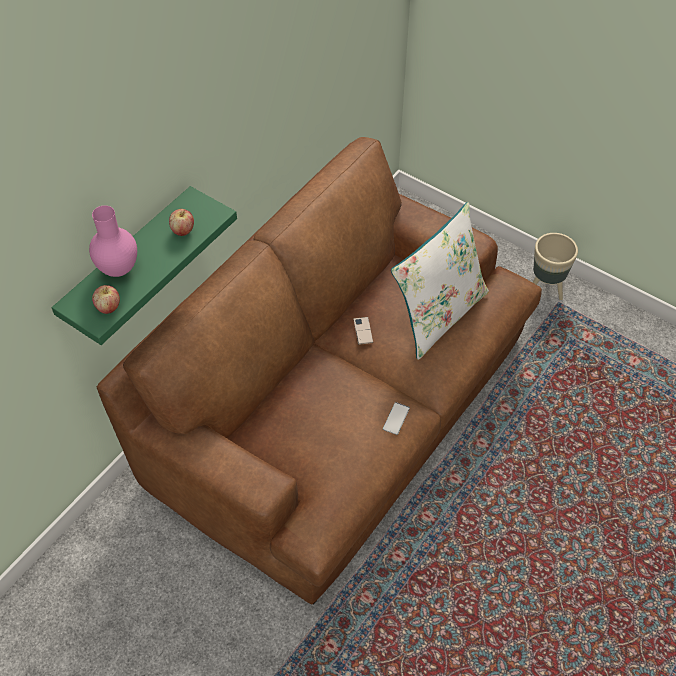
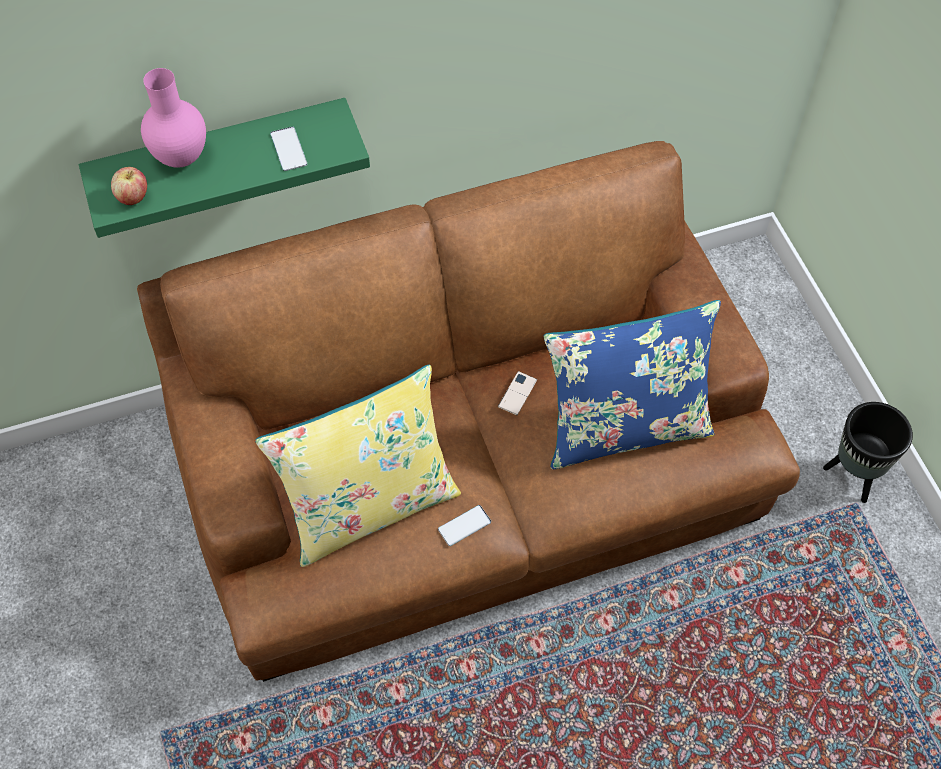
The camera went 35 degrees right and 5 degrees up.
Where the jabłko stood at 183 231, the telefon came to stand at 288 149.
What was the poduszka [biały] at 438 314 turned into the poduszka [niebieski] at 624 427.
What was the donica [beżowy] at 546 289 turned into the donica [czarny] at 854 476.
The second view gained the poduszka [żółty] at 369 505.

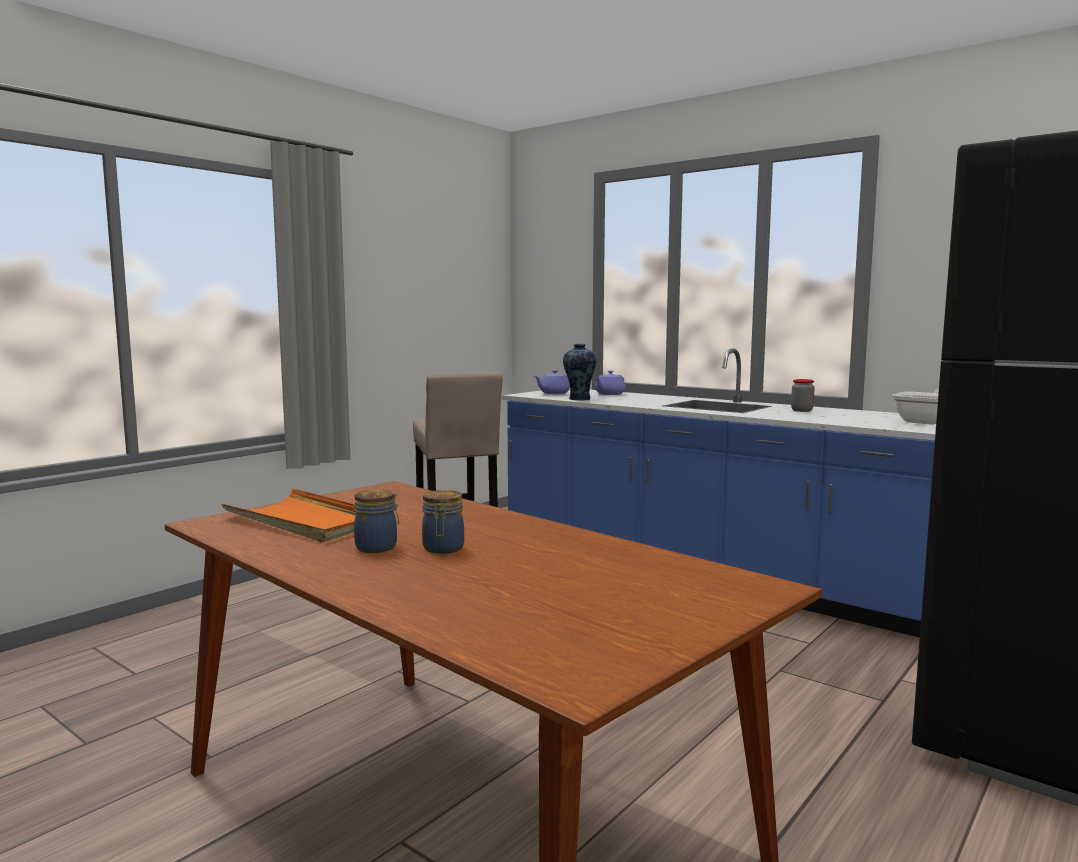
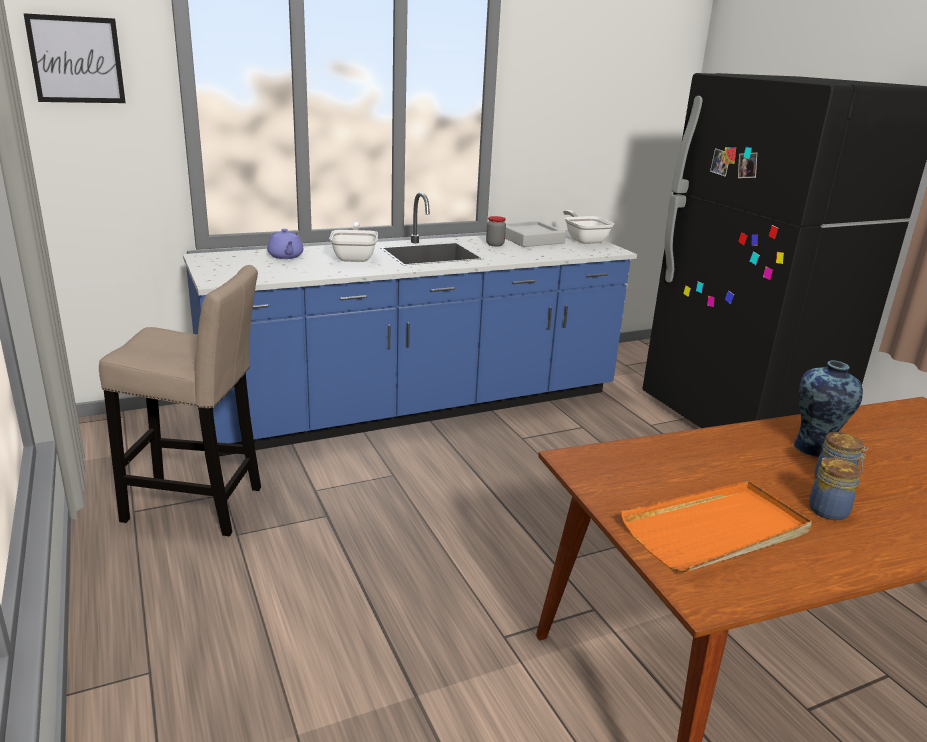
The camera went 65 degrees left and 15 degrees up.
The second view lost the imbryk [fioletowy] at 554 393.
The wazon ended up elsewhere, having gone from 579 399 to 814 449.
The second view gained the obraz at 76 60.
The second view gained the patelnia at 355 257.
The second view gained the taca [szary] at 530 239.

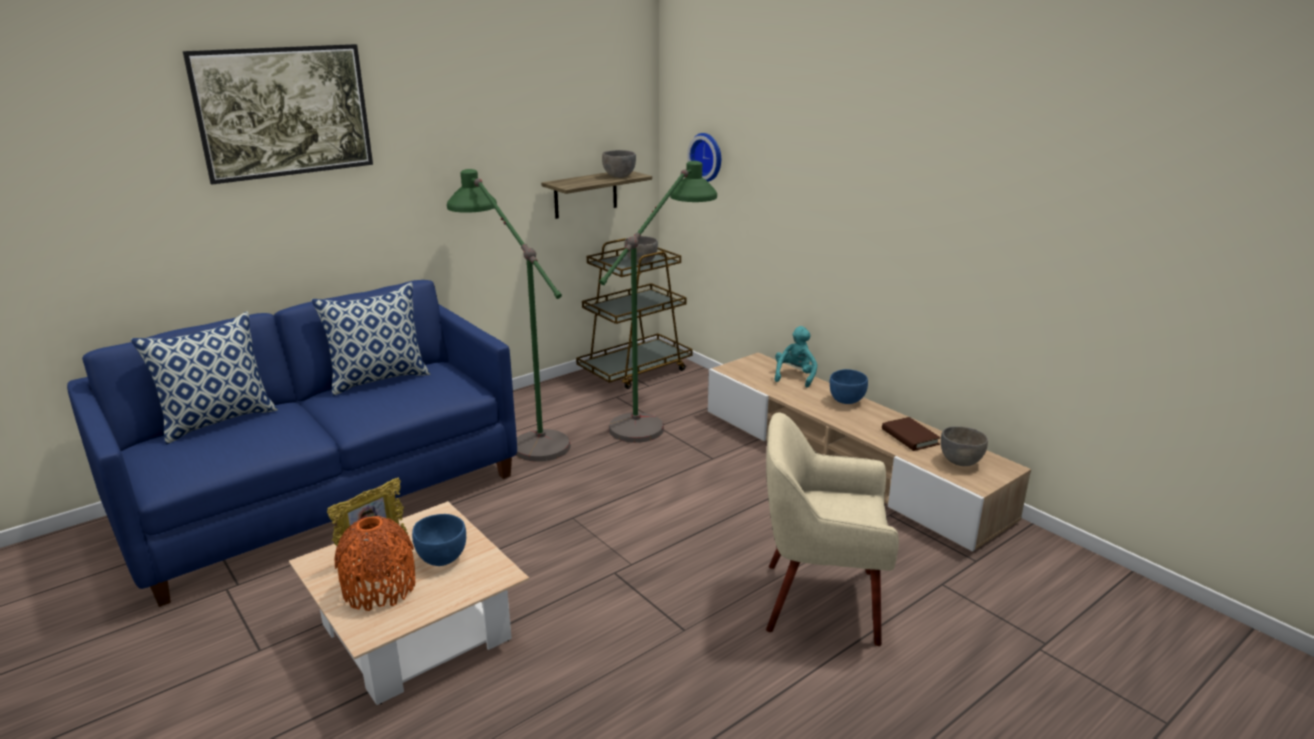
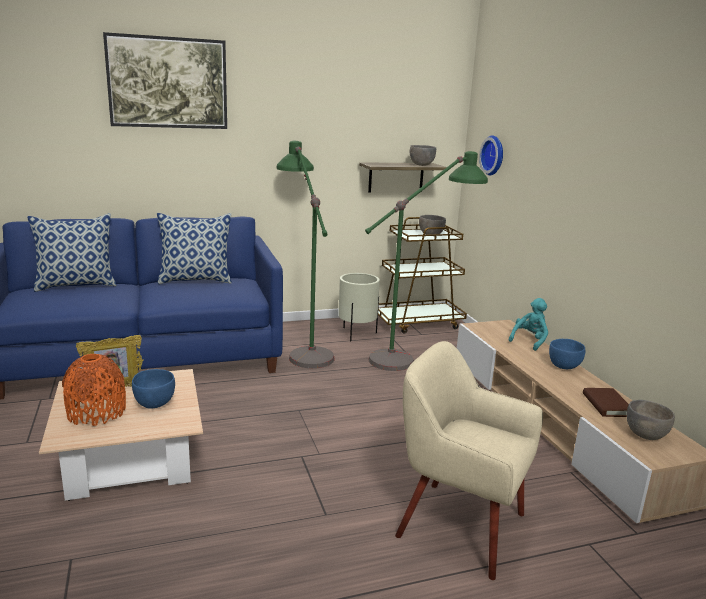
The camera went 20 degrees right and 5 degrees down.
The second view gained the donica [beżowy] at 357 334.

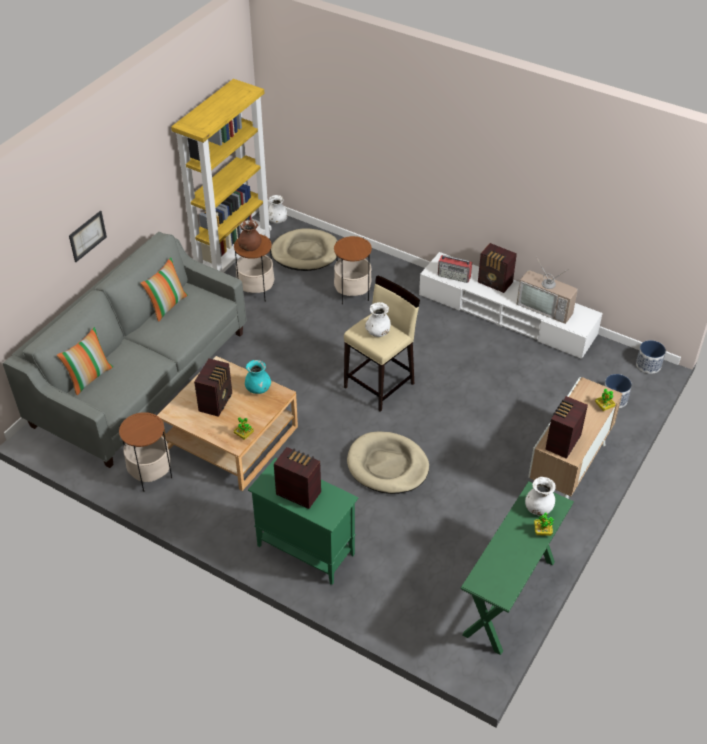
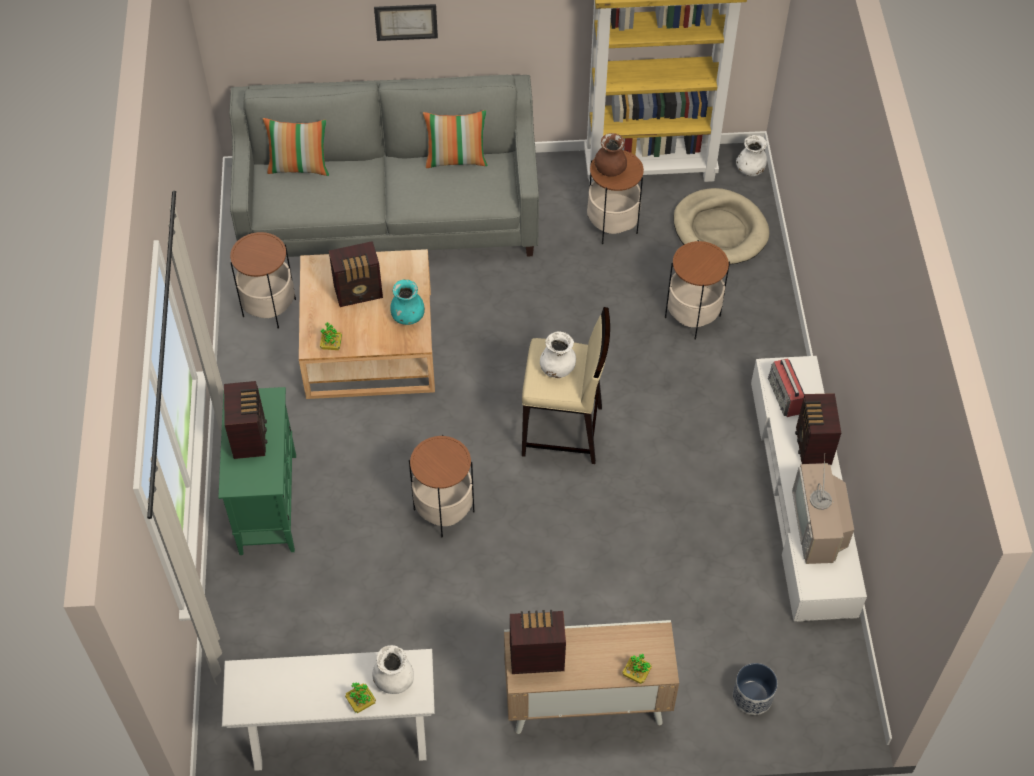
The camera went 55 degrees right and 10 degrees up.
Where the legowisko [beżowy] stood at 387 466, the stolik came to stand at 444 511.
What was the stolik konsolowy [zielony] at 509 597 turned into the stolik konsolowy [biały] at 340 738.
The second view lost the donica at 648 365.

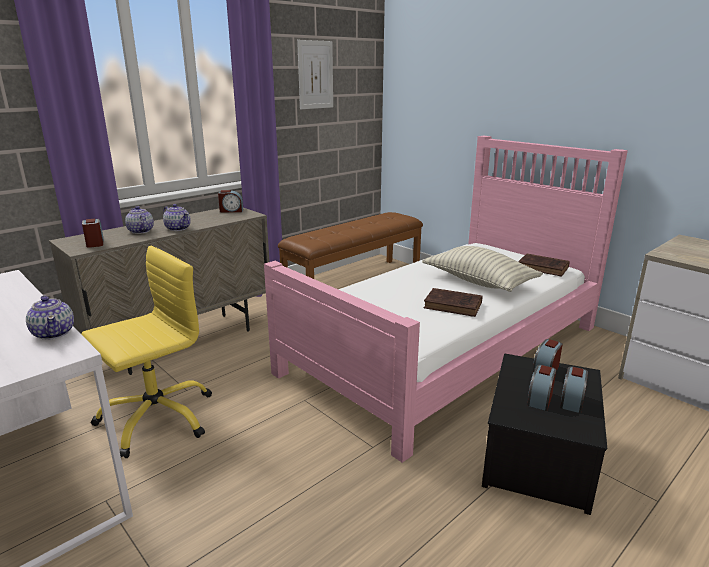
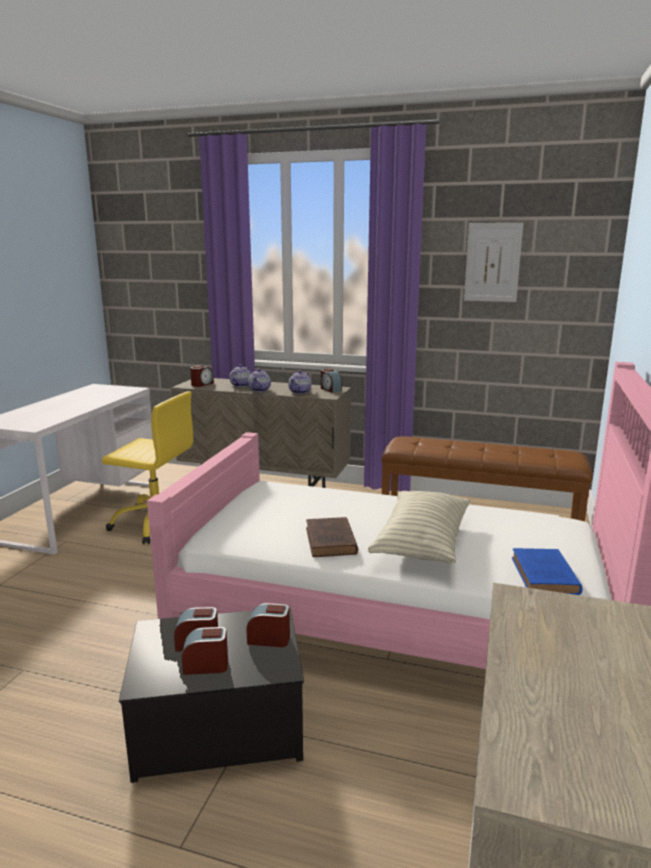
The camera went 60 degrees right and 5 degrees down.
The imbryk ended up elsewhere, having gone from 54 333 to 300 392.
What was the książka [brązowy] at 544 268 turned into the książka [niebieski] at 545 577.

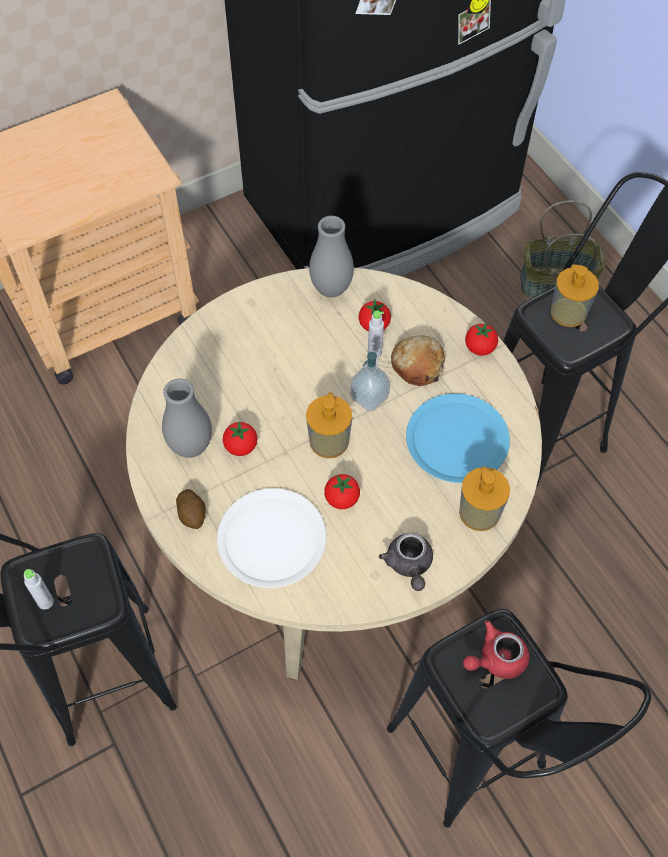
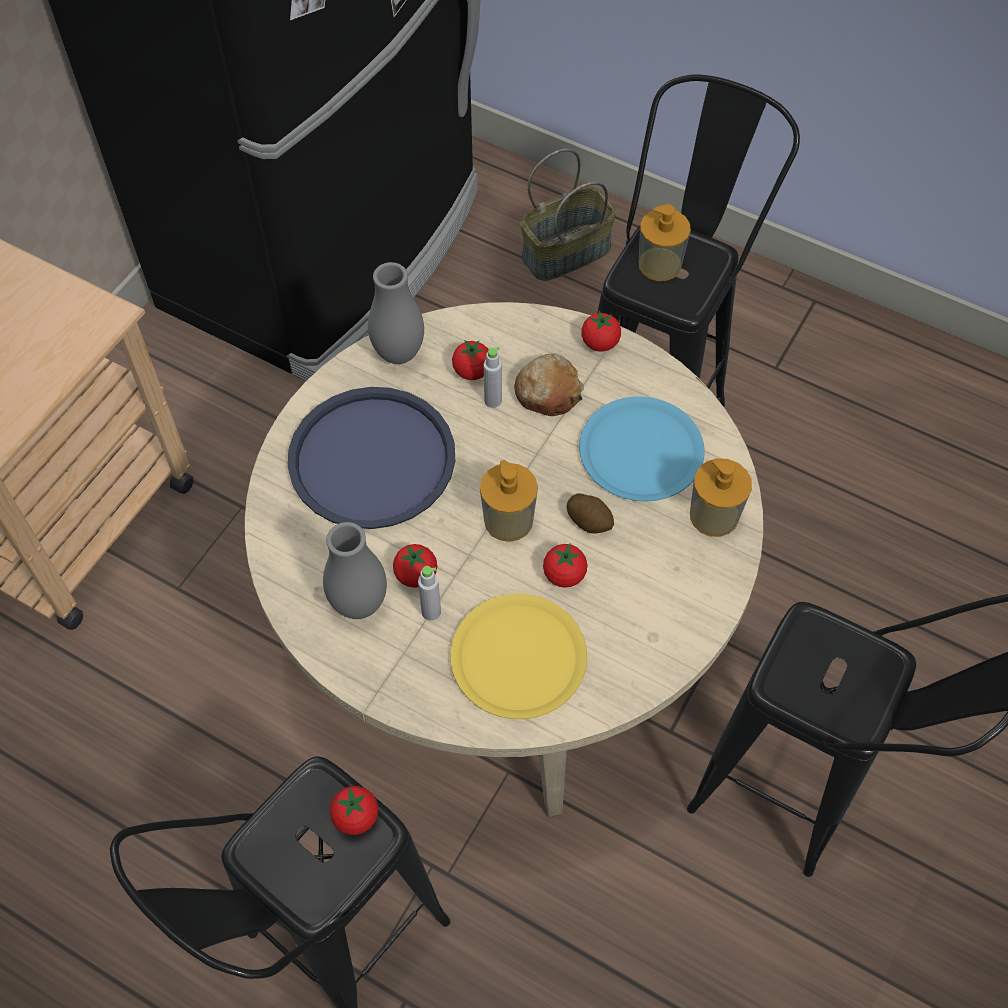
The camera went 30 degrees left and 0 degrees up.
The butelka [szary] ended up elsewhere, having gone from 45 602 to 431 612.
The ziemniak ended up elsewhere, having gone from 192 515 to 589 521.
What was the talerz [biały] at 271 538 turned into the talerz [żółty] at 518 657.
The second view lost the dozownik mydła at 369 397.
The second view lost the imbryk [szary] at 409 565.
The second view lost the imbryk [czerwony] at 496 659.
The second view gained the taca [niebieski] at 372 459.
The second view gained the pomidor at 356 817.

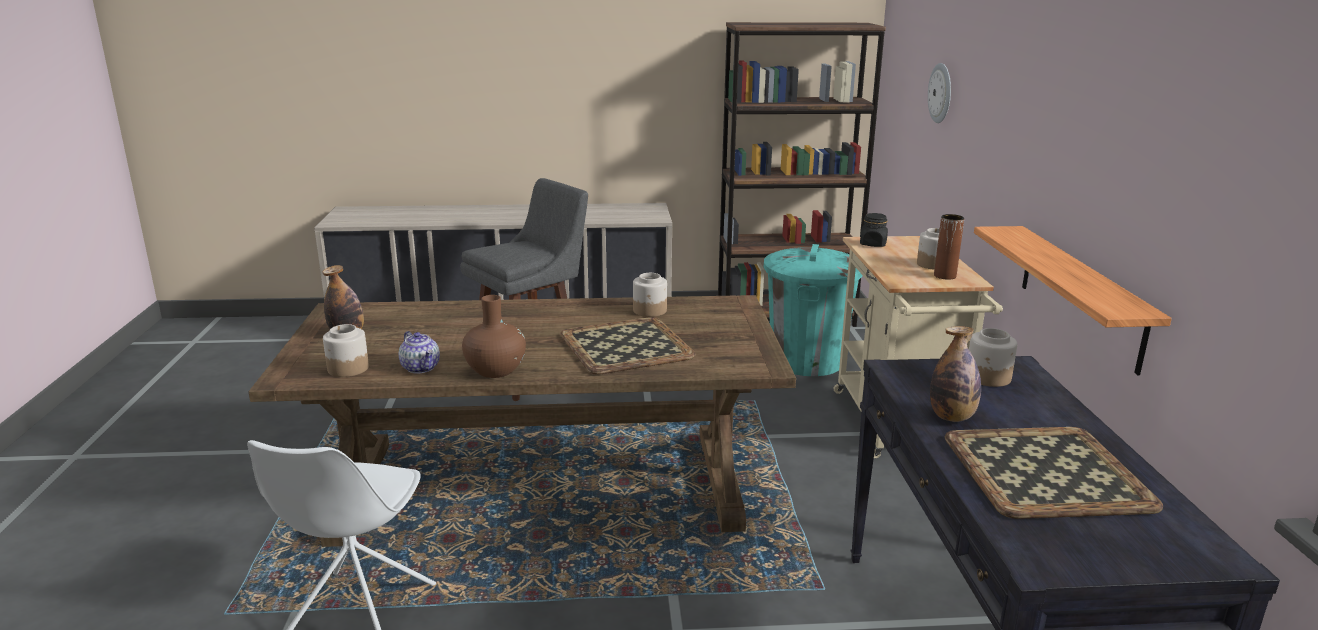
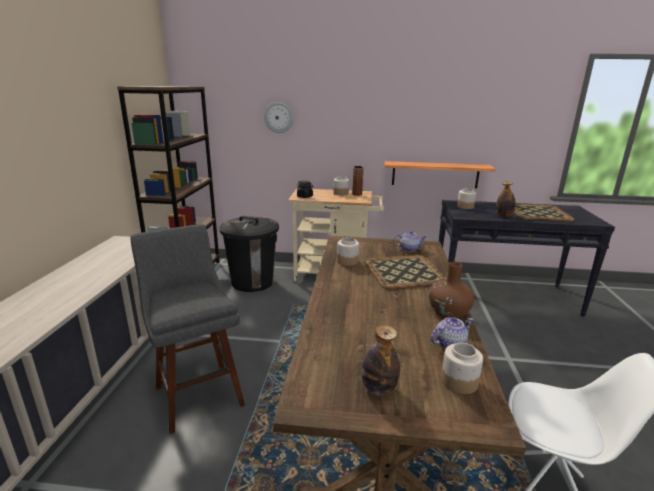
The camera went 80 degrees left and 0 degrees up.
What was the kosz na śmieci [turkusowy] at 806 361 turned into the kosz na śmieci [czarny] at 252 282.
The second view gained the imbryk at 409 249.

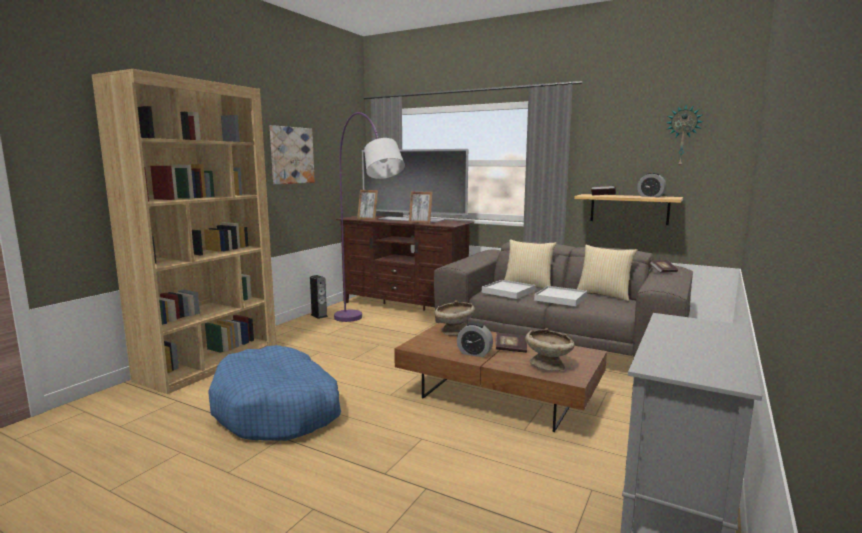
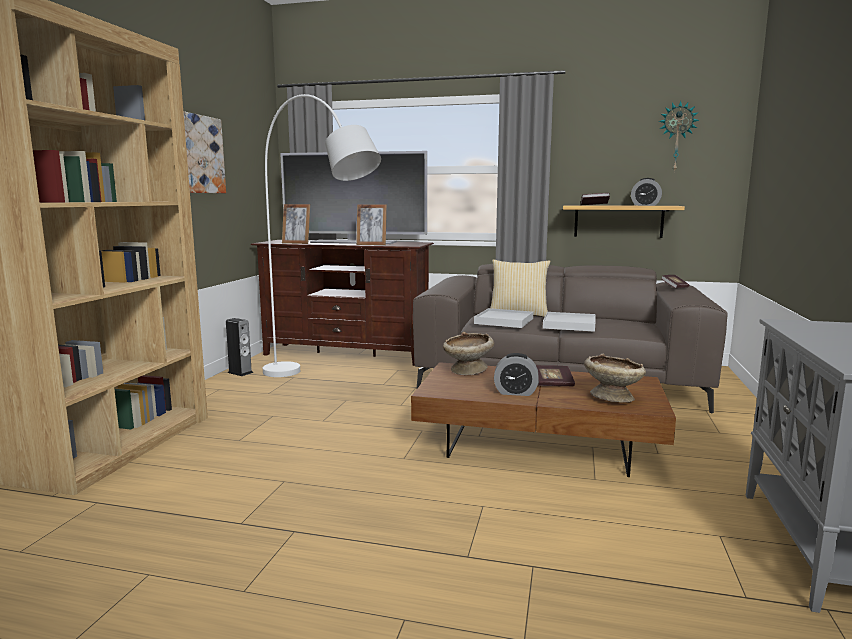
The camera went 15 degrees left and 0 degrees up.
The second view lost the legowisko [niebieski] at 278 410.
What was the lampa stojąca [fioletowy] at 368 332 turned into the lampa stojąca [biały] at 321 387.
The second view lost the poduszka at 604 295.

